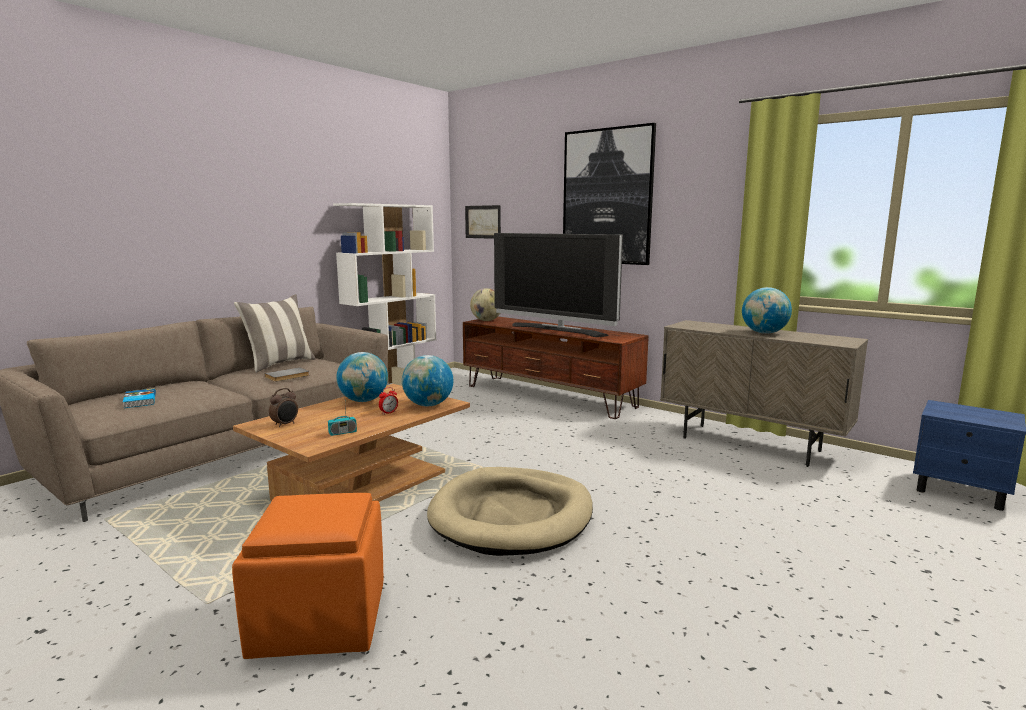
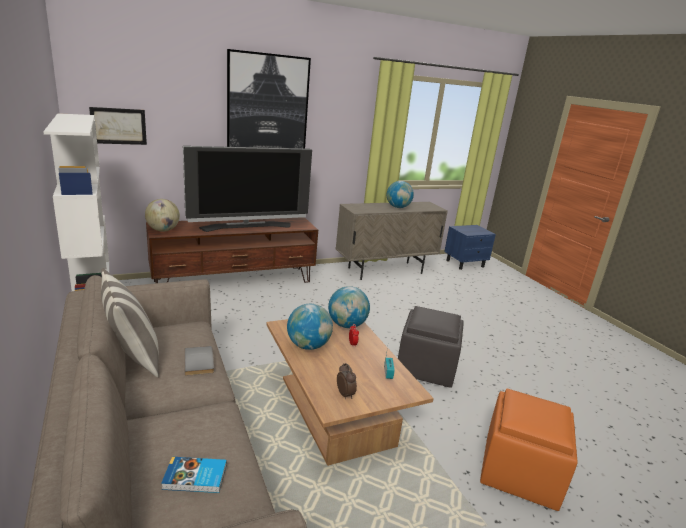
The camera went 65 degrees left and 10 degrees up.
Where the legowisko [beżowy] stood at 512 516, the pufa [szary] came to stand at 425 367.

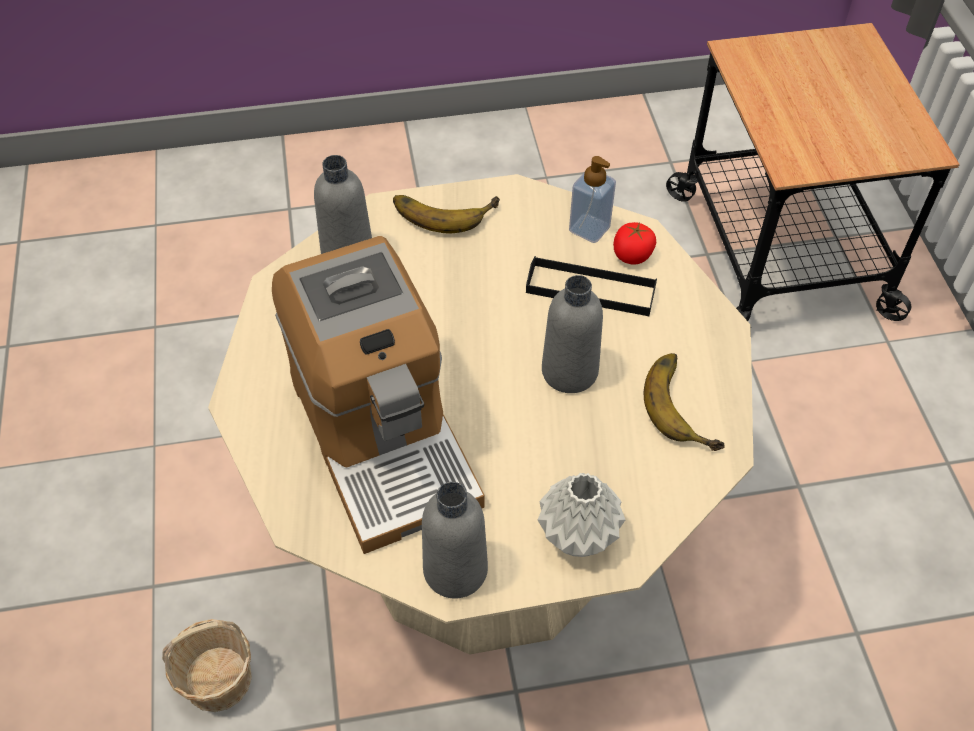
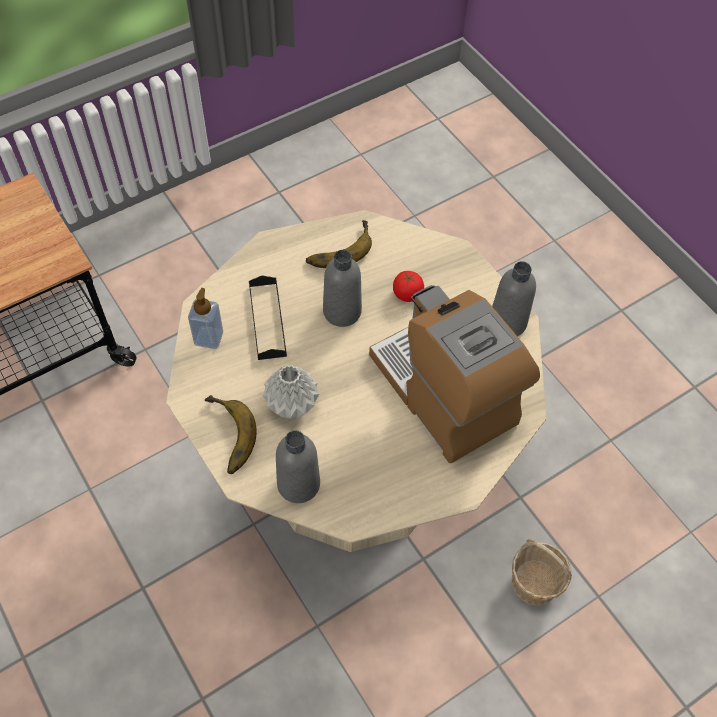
The camera went 115 degrees left and 5 degrees up.
The ekspres do kawy at 383 439 ended up facing another way, 75 degrees counterclockwise from before.
The wazon [szary] ended up elsewhere, having gone from 576 536 to 292 406.
The pomidor ended up elsewhere, having gone from 632 255 to 407 293.

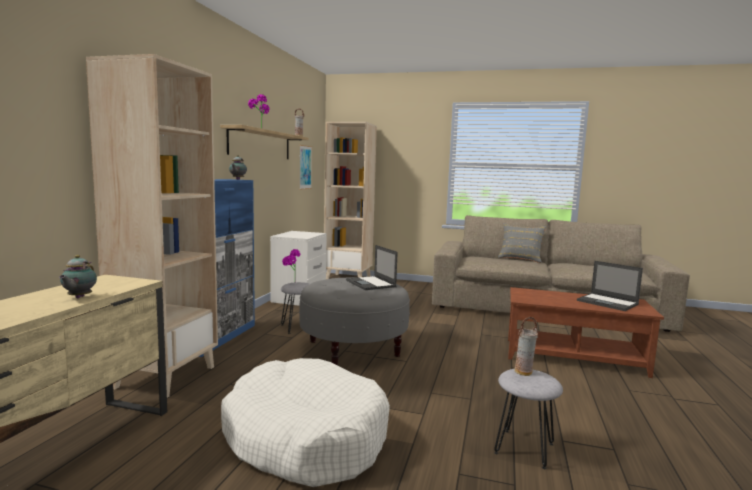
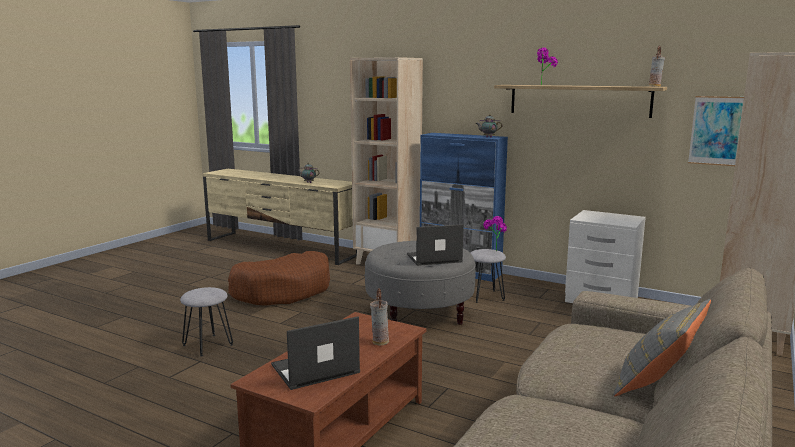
The camera went 105 degrees right and 5 degrees up.
What was the legowisko [biały] at 305 437 turned into the legowisko [brązowy] at 283 291.
The wazon ended up elsewhere, having gone from 523 372 to 379 342.

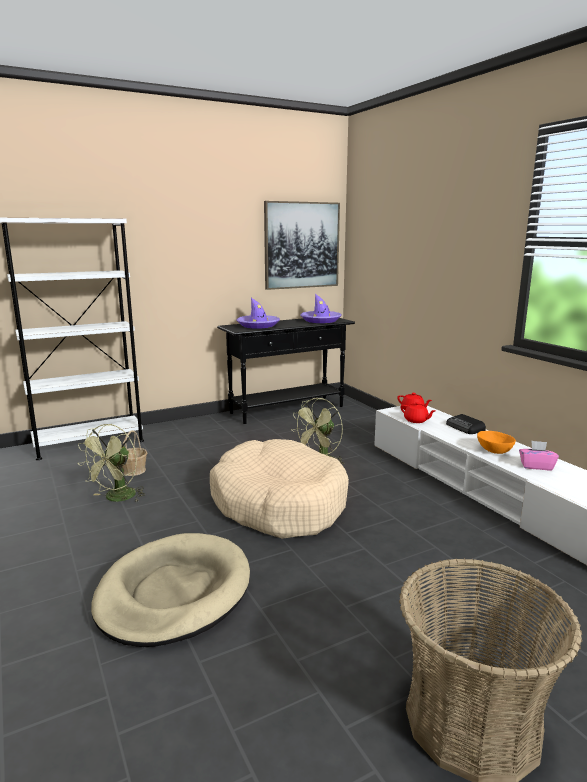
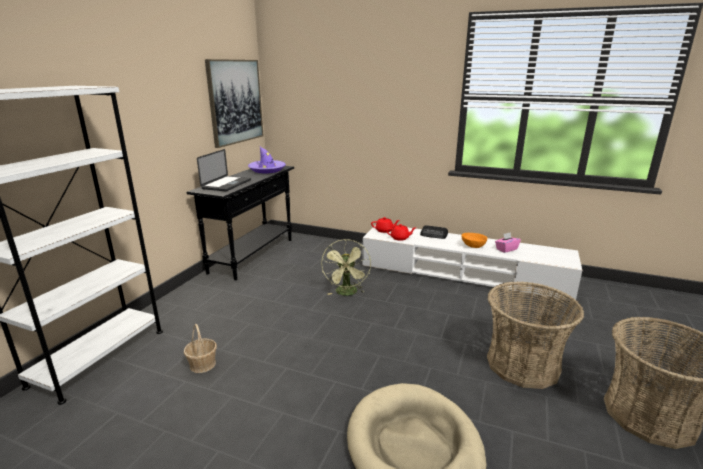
The camera went 40 degrees left and 5 degrees up.
The second view lost the wentylator [zielony] at 116 498.
The second view lost the legowisko [beżowy] at 278 503.
Where the kapelusz [fioletowy] stood at 258 325, the laptop came to stand at 226 184.
The second view gained the koszyk at 523 364.

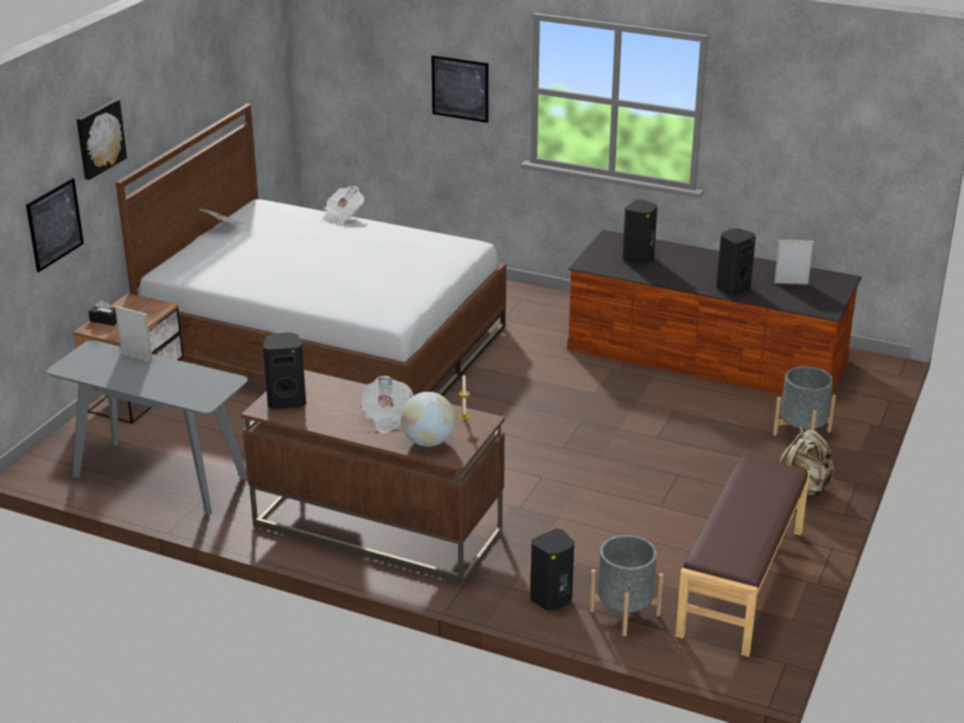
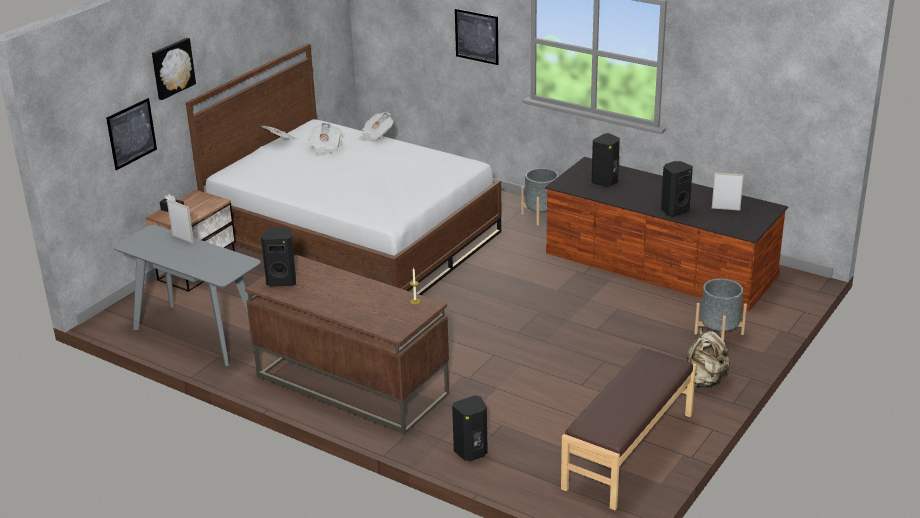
The camera went 10 degrees right and 0 degrees up.
The gazeta ended up elsewhere, having gone from 387 418 to 325 148.
The second view lost the globus at 428 442.
The donica [szary] ended up elsewhere, having gone from 624 613 to 541 215.

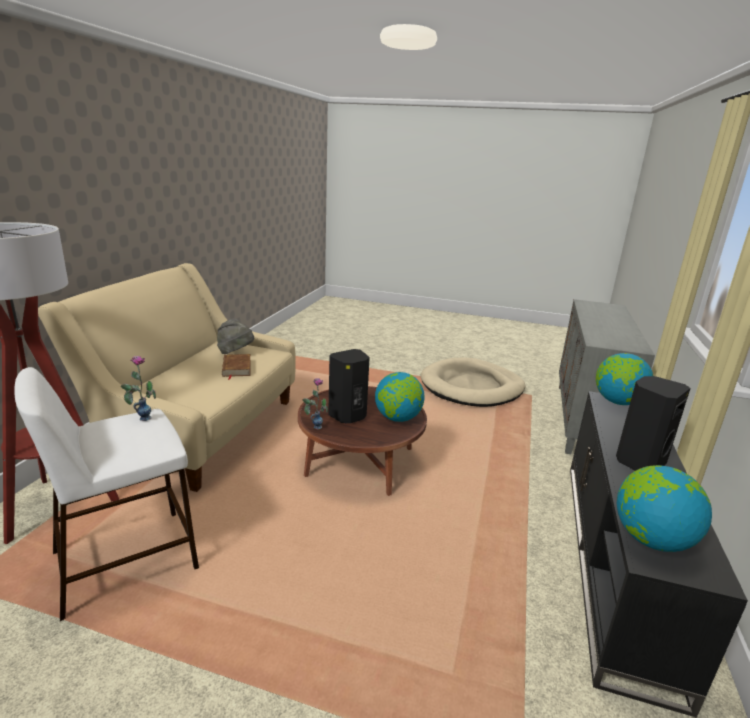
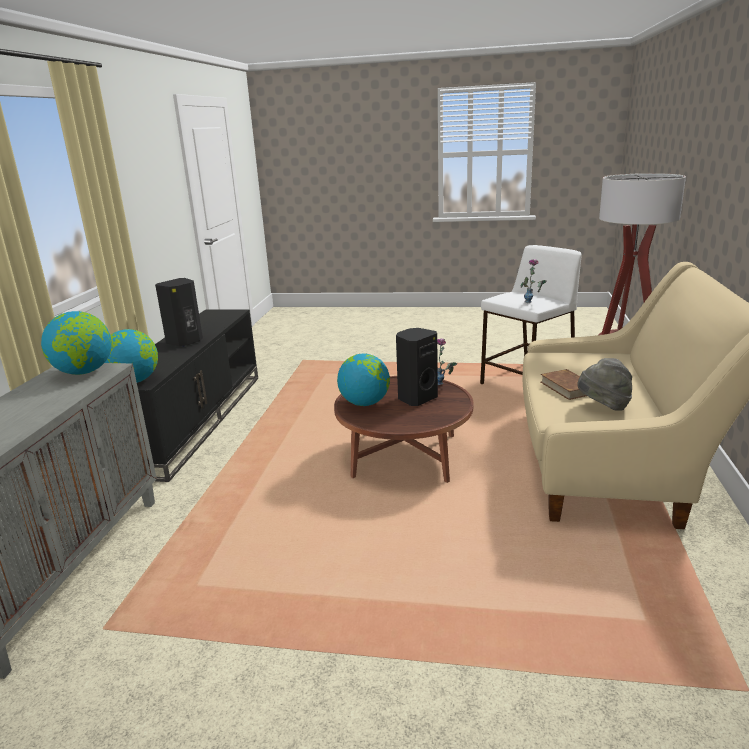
The camera went 175 degrees right and 0 degrees up.
The second view lost the legowisko [beżowy] at 471 387.
The globus ended up elsewhere, having gone from 651 539 to 84 372.

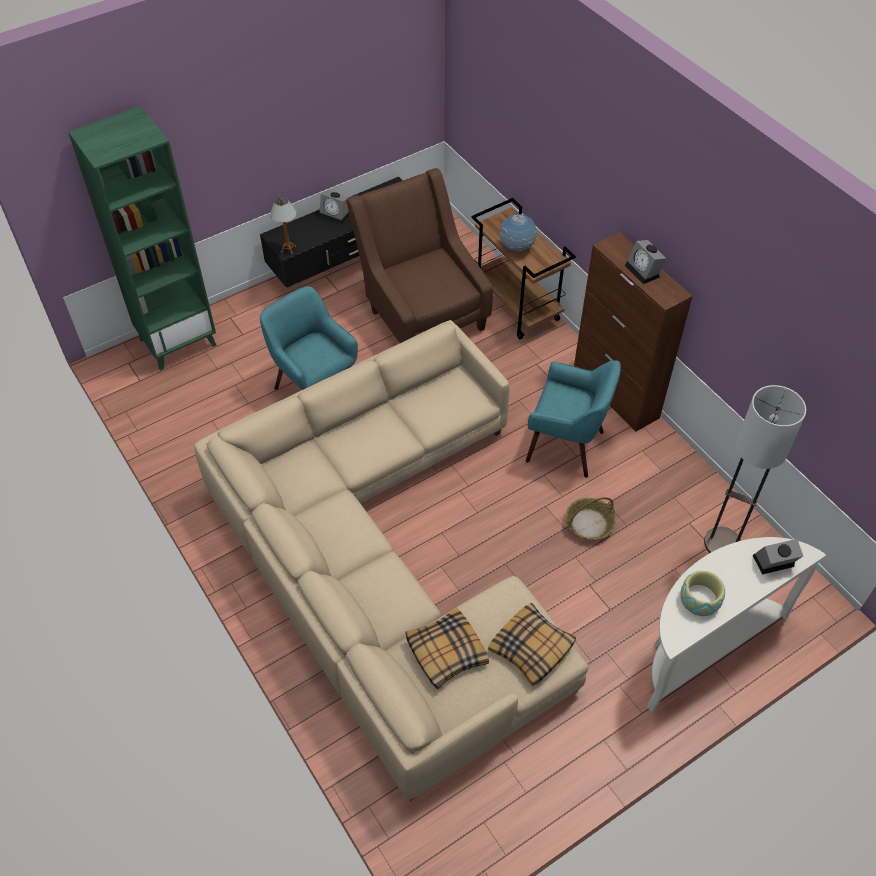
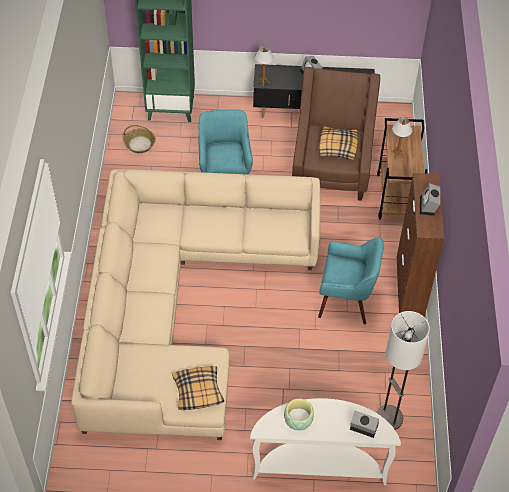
The camera went 35 degrees right and 0 degrees up.
The poduszka ended up elsewhere, having gone from 446 652 to 337 147.
Where the globus stood at 517 248, the lampa stołowa came to stand at 397 154.
The fotel [turkusowy] at 566 445 ended up facing another way, 45 degrees counterclockwise from before.
The koszyk ended up elsewhere, having gone from 589 524 to 139 144.

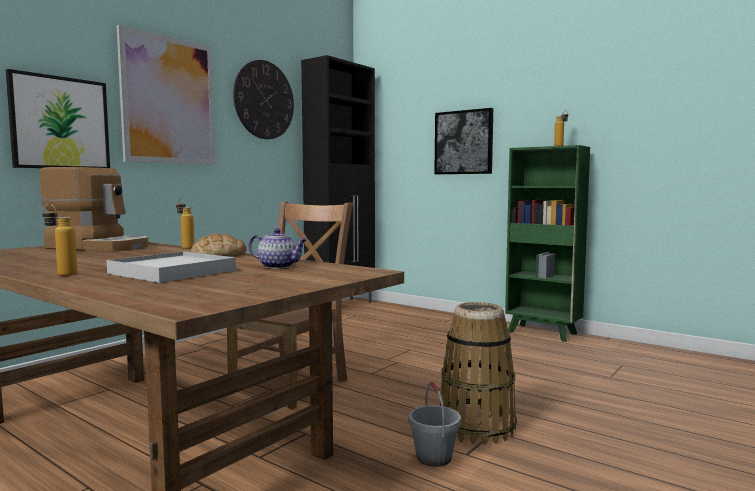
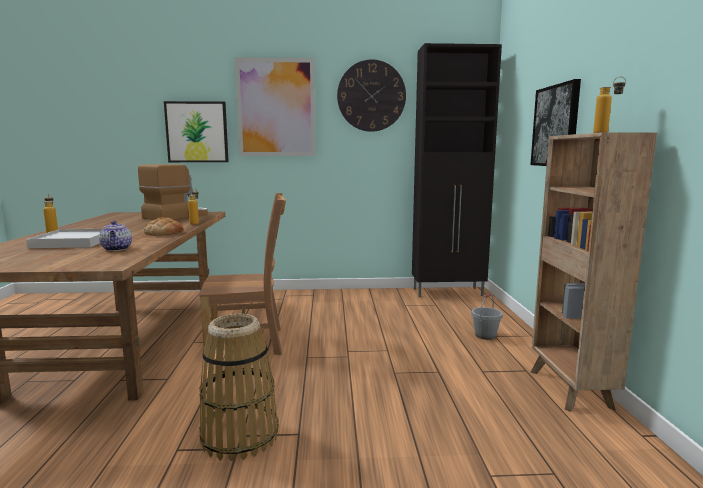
The camera went 50 degrees right and 5 degrees up.
The ekspres do kawy at 100 247 ended up facing another way, 120 degrees counterclockwise from before.
The wiadro [szary] ended up elsewhere, having gone from 433 457 to 485 335.
What was the regał [zielony] at 543 333 turned into the regał [brązowy] at 571 390.

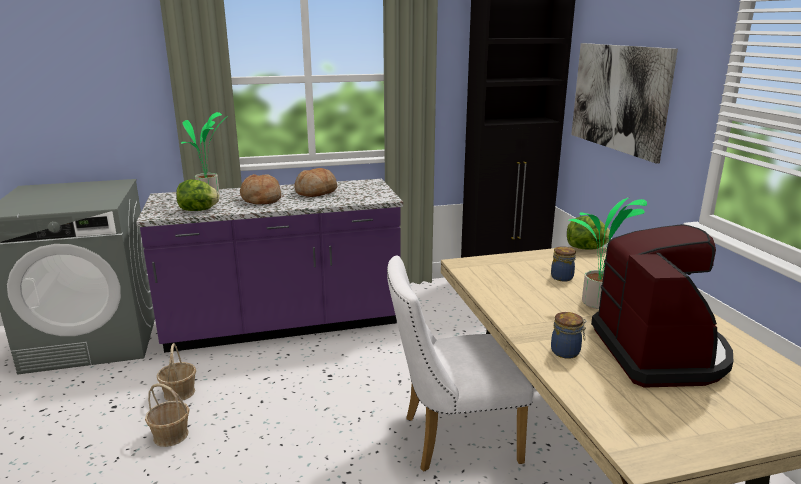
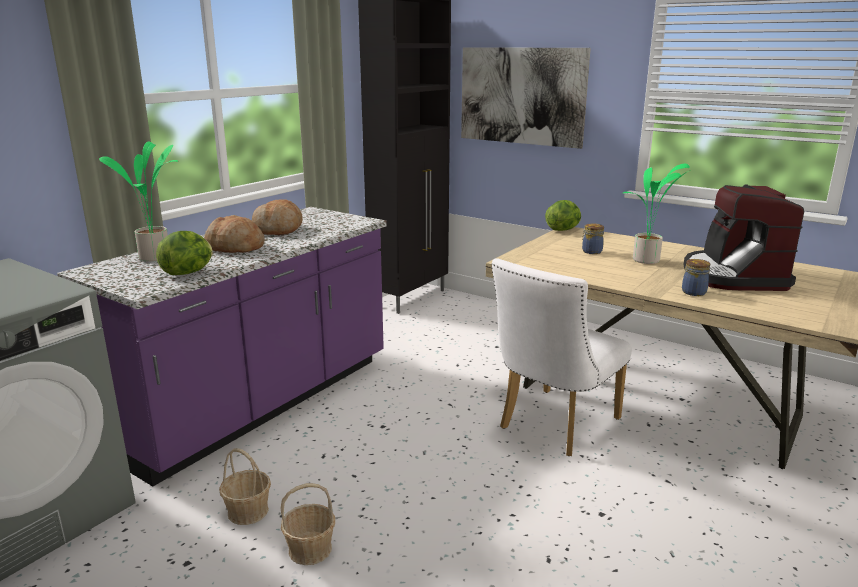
The camera went 40 degrees left and 0 degrees up.
The ekspres do kawy at 660 352 ended up facing another way, 135 degrees counterclockwise from before.

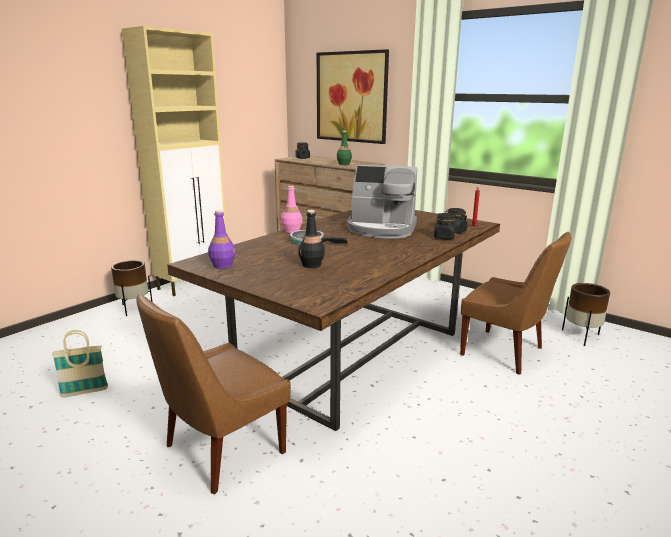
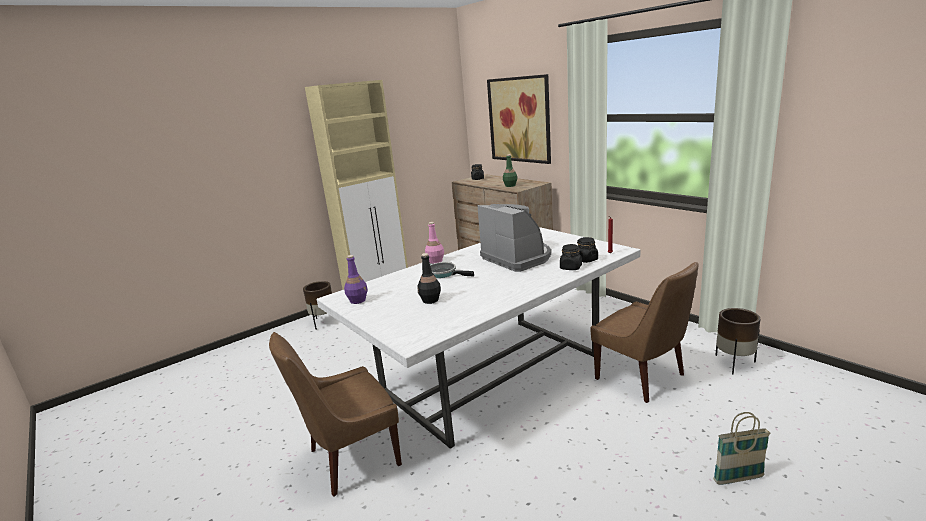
The camera went 15 degrees right and 0 degrees up.
The koszyk ended up elsewhere, having gone from 84 392 to 738 479.
What was the stół jadalny [brązowy] at 354 353 turned into the stół jadalny [biały] at 494 373.
The ekspres do kawy at 382 229 ended up facing another way, 150 degrees counterclockwise from before.

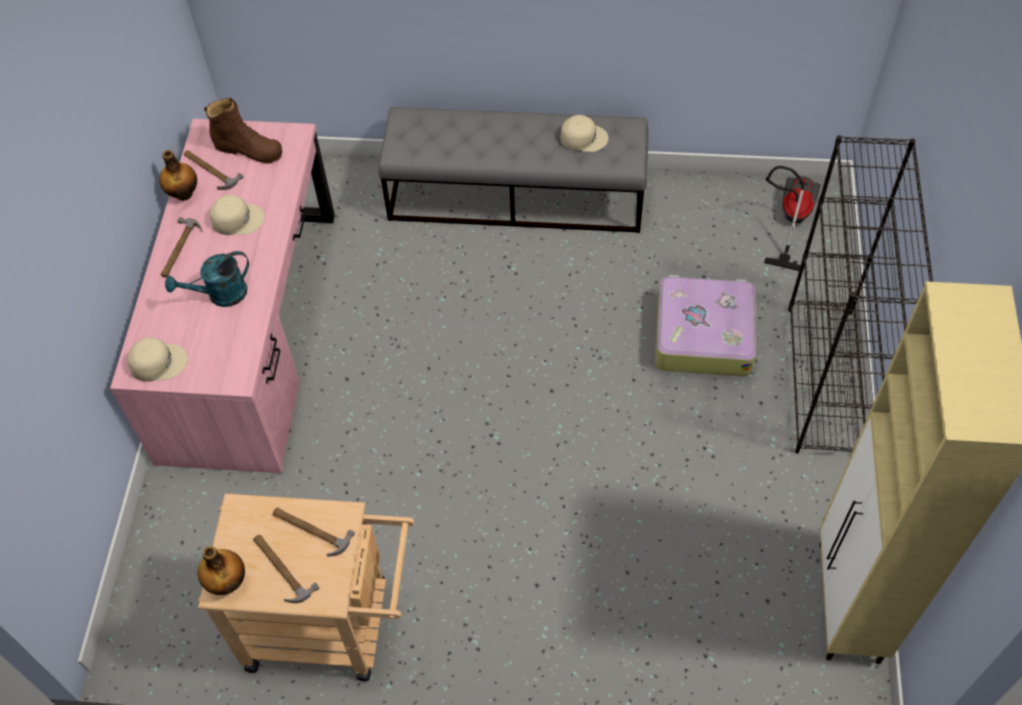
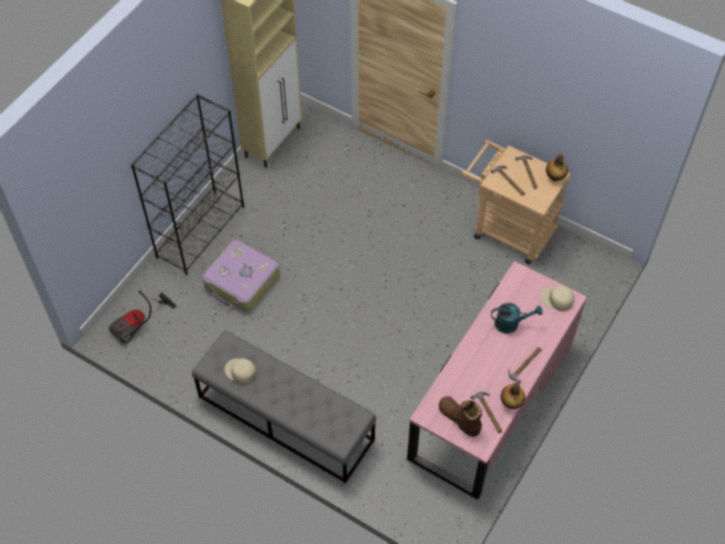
The camera went 155 degrees left and 0 degrees up.
The second view lost the czapka z daszkiem [beżowy] at 237 218.

